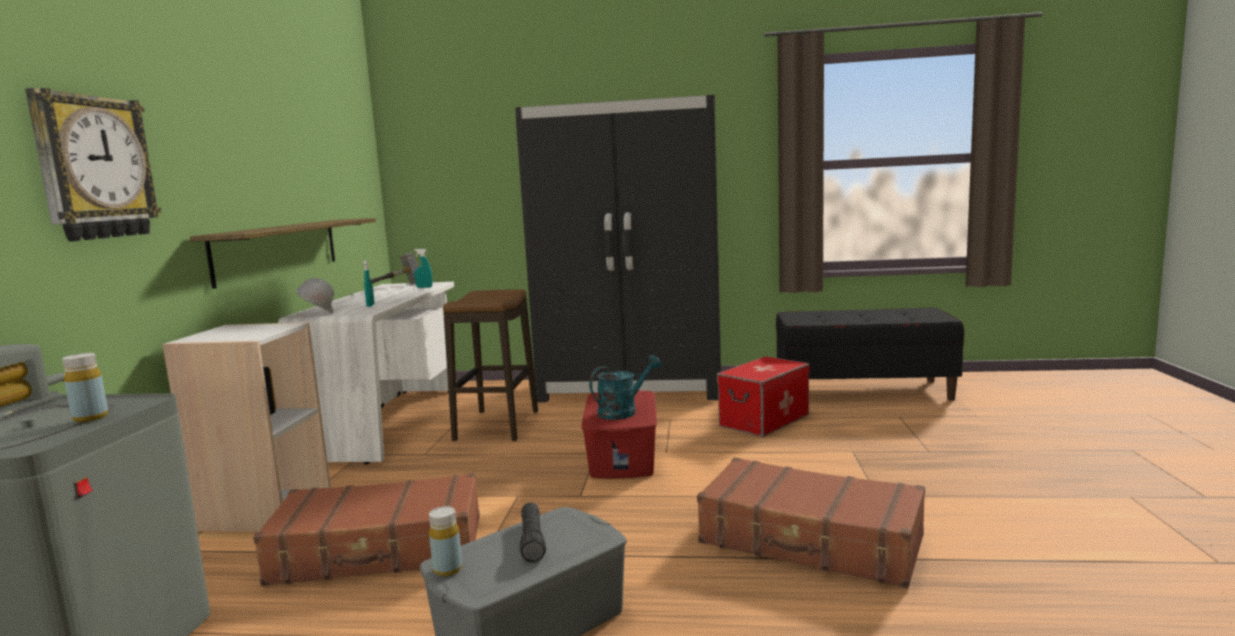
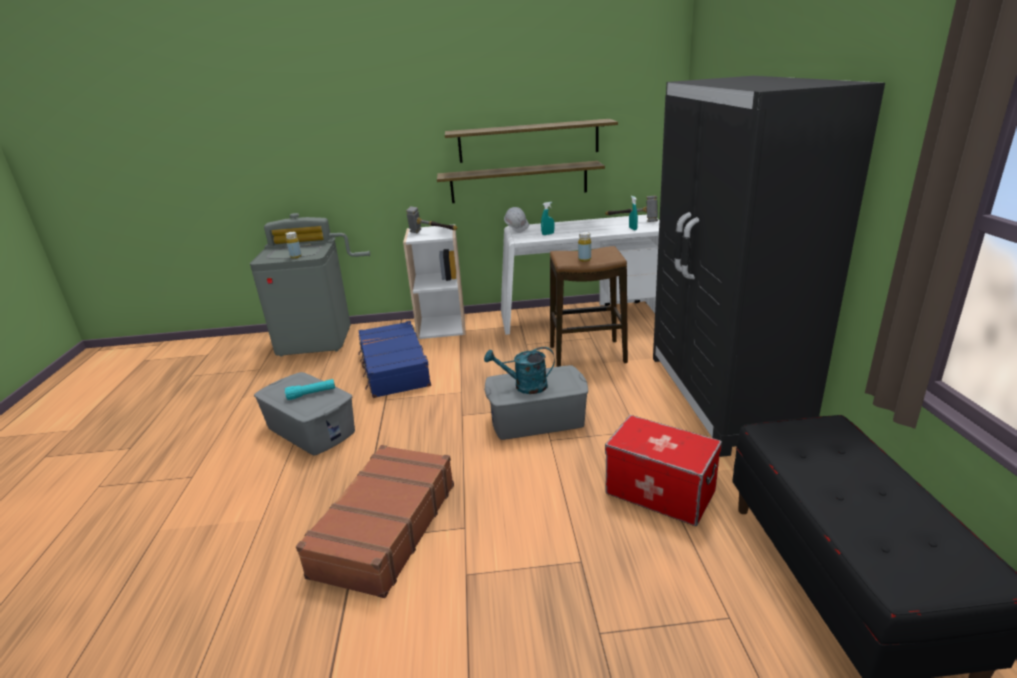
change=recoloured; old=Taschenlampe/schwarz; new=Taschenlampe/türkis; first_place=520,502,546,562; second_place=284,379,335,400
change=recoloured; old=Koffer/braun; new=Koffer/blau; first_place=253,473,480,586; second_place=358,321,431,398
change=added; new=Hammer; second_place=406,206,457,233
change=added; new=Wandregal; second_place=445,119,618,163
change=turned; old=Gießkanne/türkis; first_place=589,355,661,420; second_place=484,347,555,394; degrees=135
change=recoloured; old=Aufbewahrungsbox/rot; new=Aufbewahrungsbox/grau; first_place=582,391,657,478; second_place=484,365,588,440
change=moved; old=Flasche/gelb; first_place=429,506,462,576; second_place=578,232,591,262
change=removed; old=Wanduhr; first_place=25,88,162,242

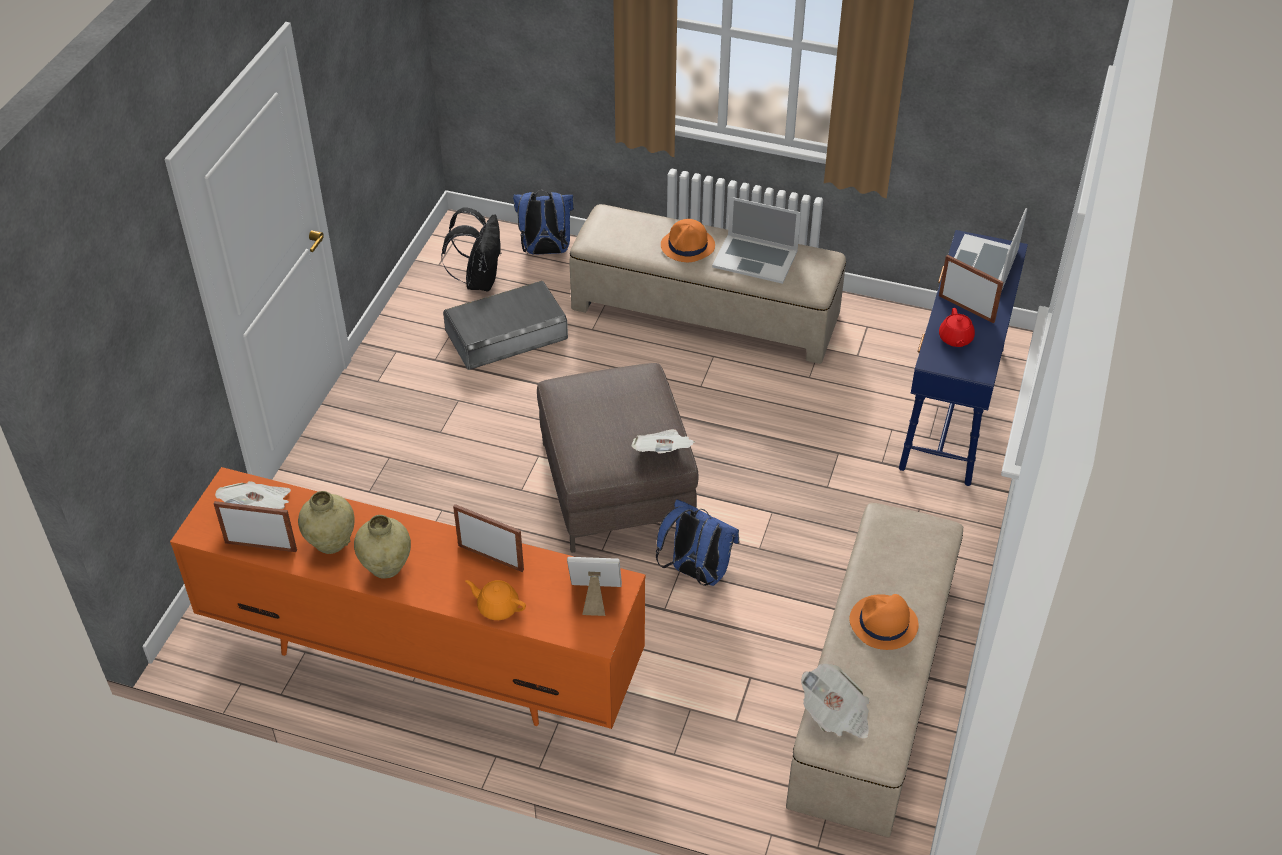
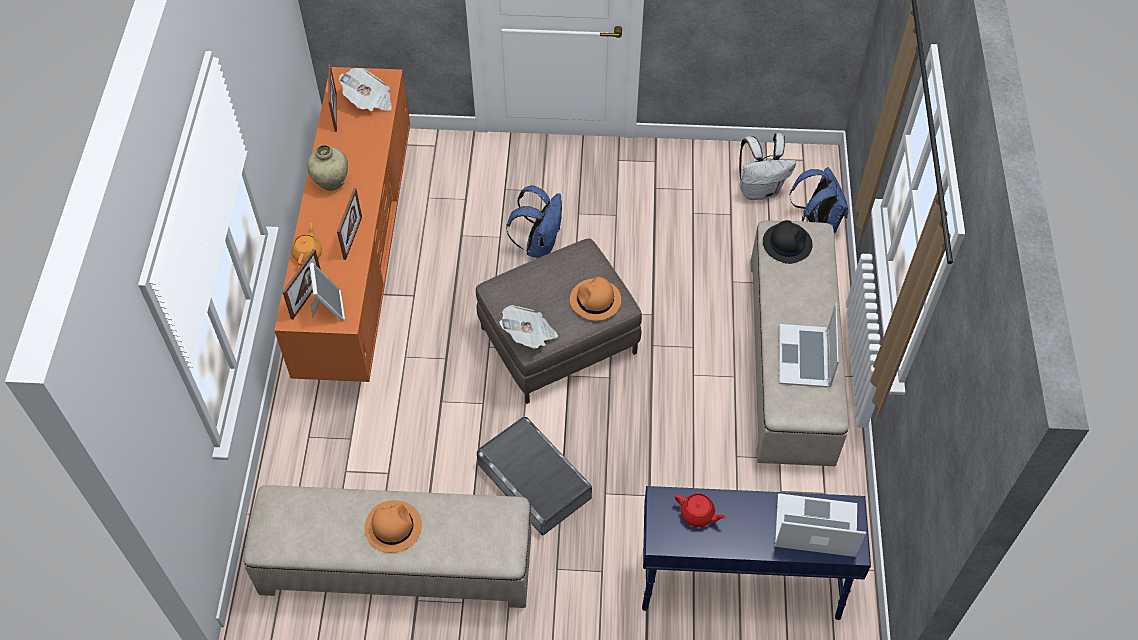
change=moved; old=Bilderrahmen; first_place=939,255,1003,323; second_place=283,249,321,320
change=moved; old=Aufbewahrungsbox/grau; first_place=443,281,568,370; second_place=477,417,592,536
change=moved; old=Rucksack/blau; first_place=656,499,739,586; second_place=506,185,562,258
change=moved; old=Hut/orange; first_place=661,219,715,262; second_place=570,277,621,321
change=turned; old=Teekanne/rot; first_place=939,308,975,347; second_place=675,493,726,527; degrees=-135
change=recoloured; old=Rucksack/schwarz; new=Rucksack/weiß; first_place=441,207,502,291; second_place=739,133,796,200
change=added; new=Hut/schwarz; second_place=763,220,813,264
change=removed; old=Vase/beige; first_place=298,491,355,554
change=removed; old=Zeitung; first_place=801,664,869,739

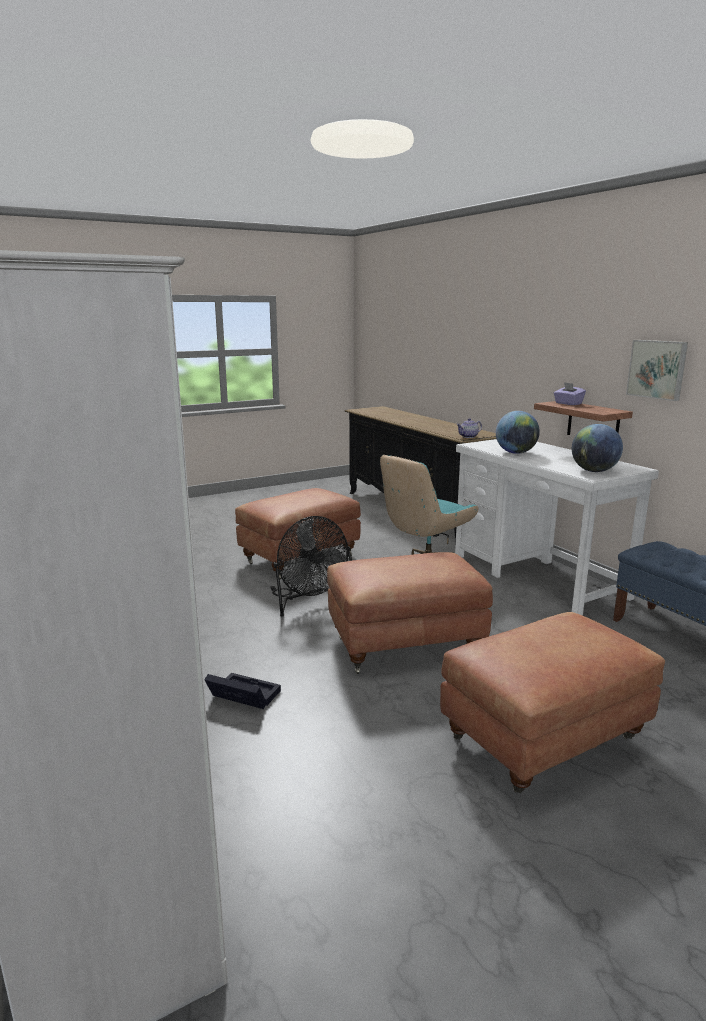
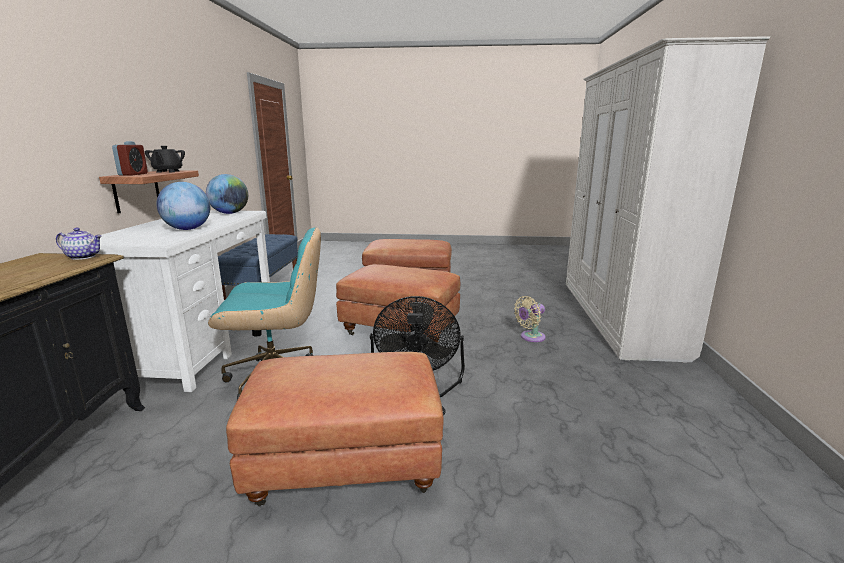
change=replaced; old=Taschentuchbox/lila; new=Wecker; first_place=554,382,586,405; second_place=112,141,148,176
change=added; new=Teekanne/schwarz; second_place=145,146,185,172
change=replaced; old=Aufbewahrungsbox/schwarz; new=Ventilator/beige; first_place=205,673,281,709; second_place=514,296,546,342
change=removed; old=Bild; first_place=626,340,688,401

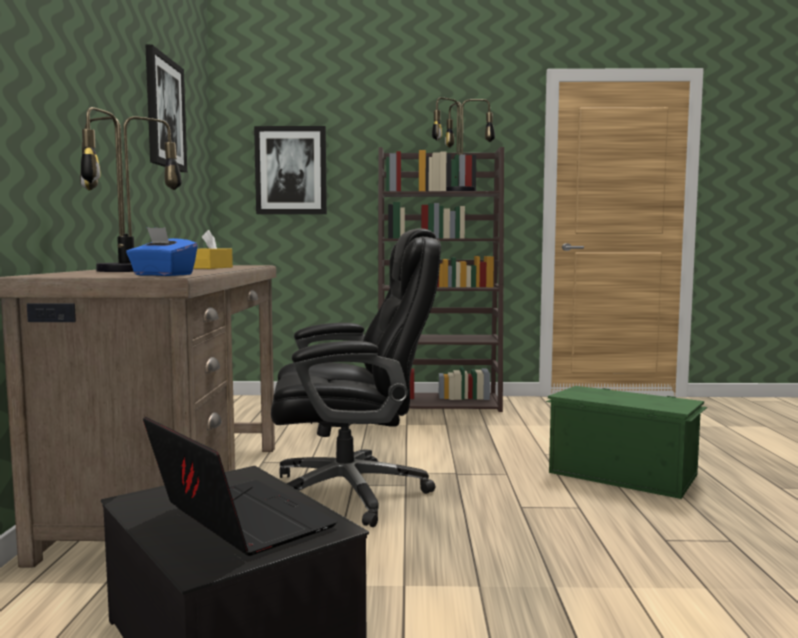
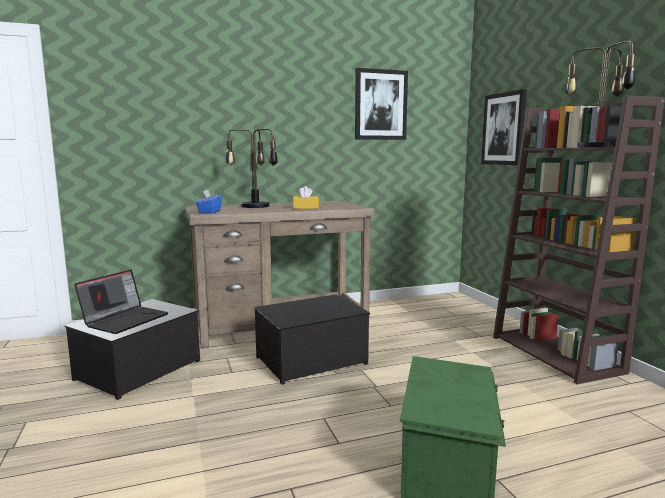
change=replaced; old=Bürostuhl/schwarz; new=Aufbewahrungsbox; first_place=271,228,441,527; second_place=254,295,370,385

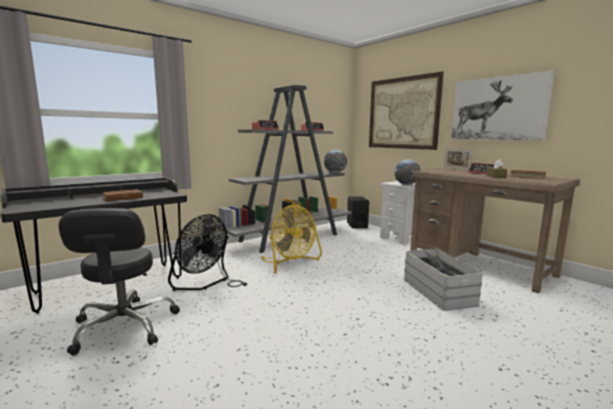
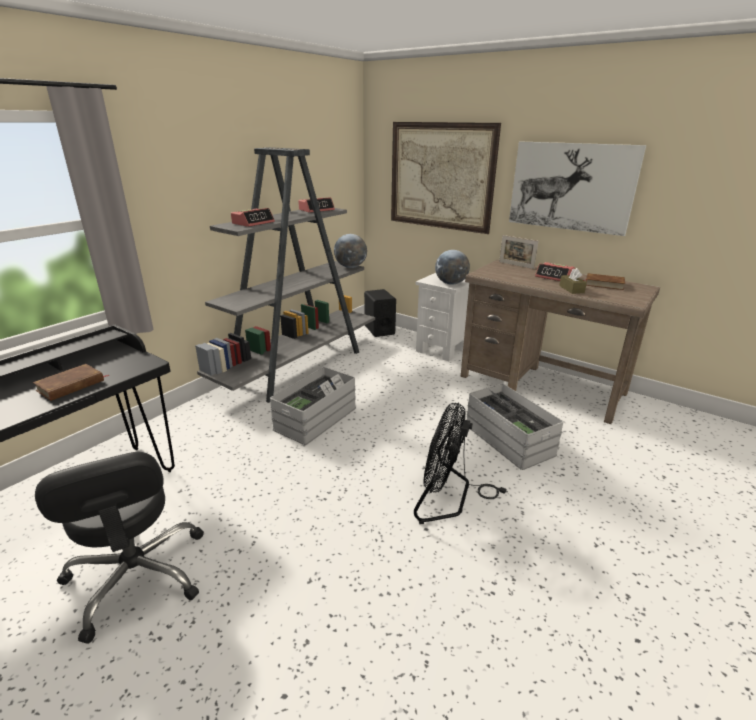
change=replaced; old=Ventilator/gelb; new=Aufbewahrungsbox/grau; first_place=261,205,322,274; second_place=270,367,356,445
change=moved; old=Ventilator/schwarz; first_place=168,214,247,291; second_place=414,402,507,524

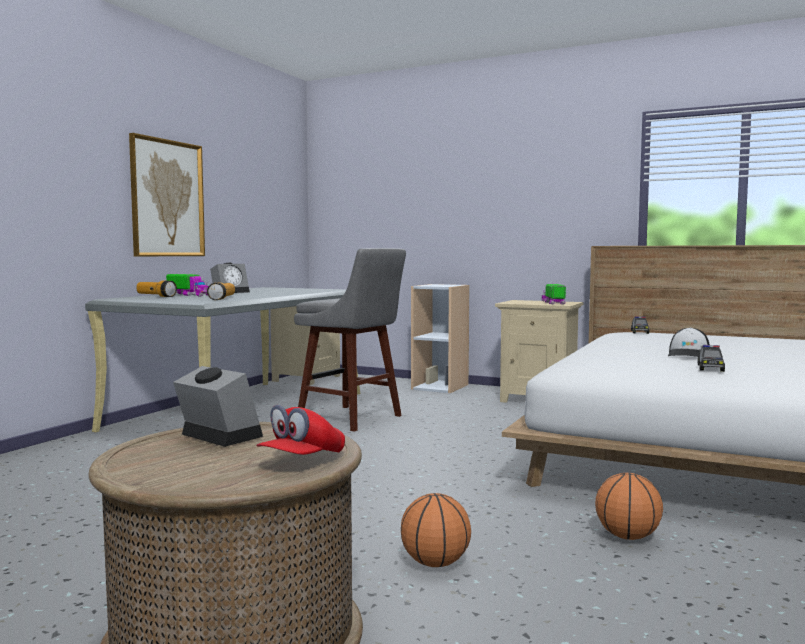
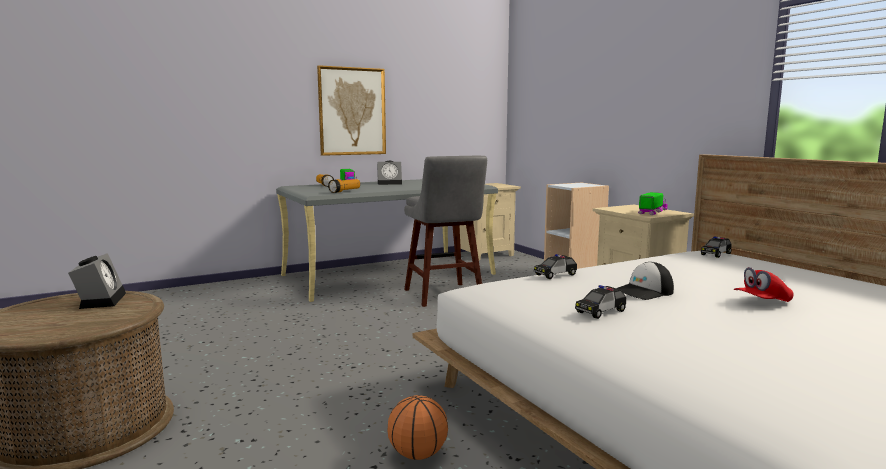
change=added; new=Spielzeugauto; second_place=534,254,577,279
change=moved; old=Kappe/rot; first_place=256,405,345,455; second_place=734,267,794,302
change=removed; old=Basketball; first_place=401,493,471,567

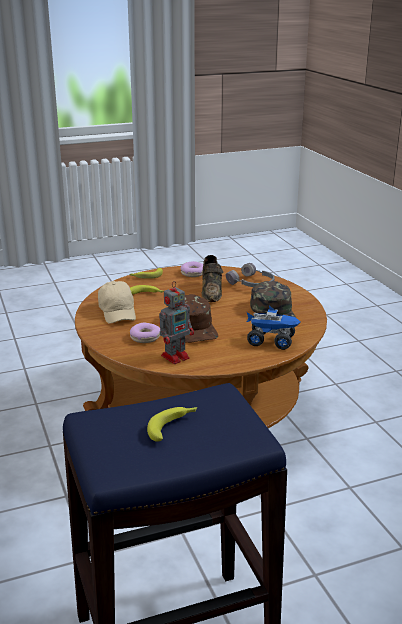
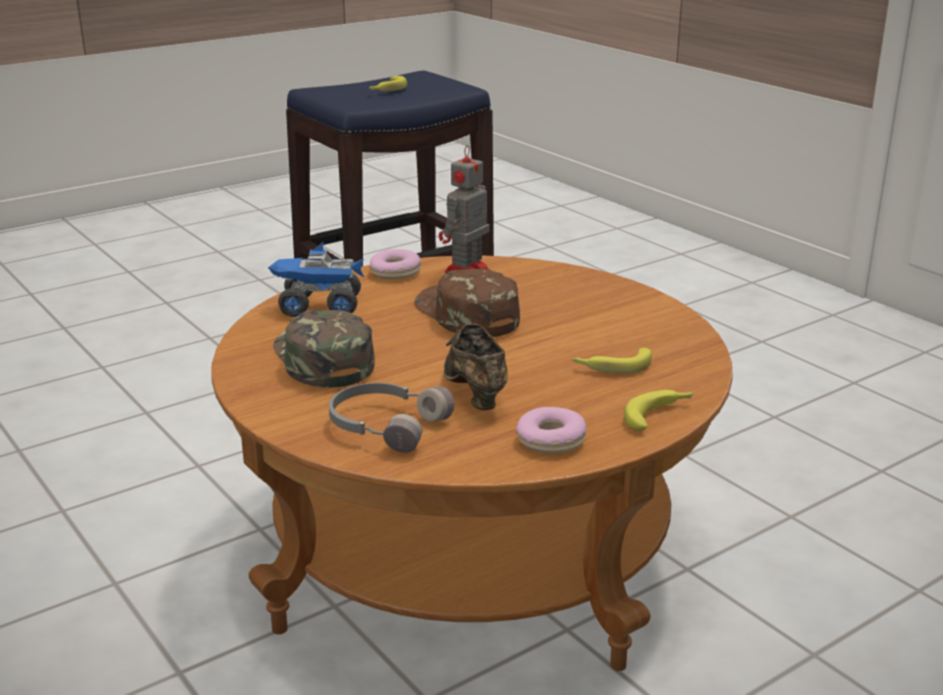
change=moved; old=Donut; first_place=130,322,160,343; second_place=370,249,421,280
change=removed; old=Kappe/beige; first_place=98,281,136,324

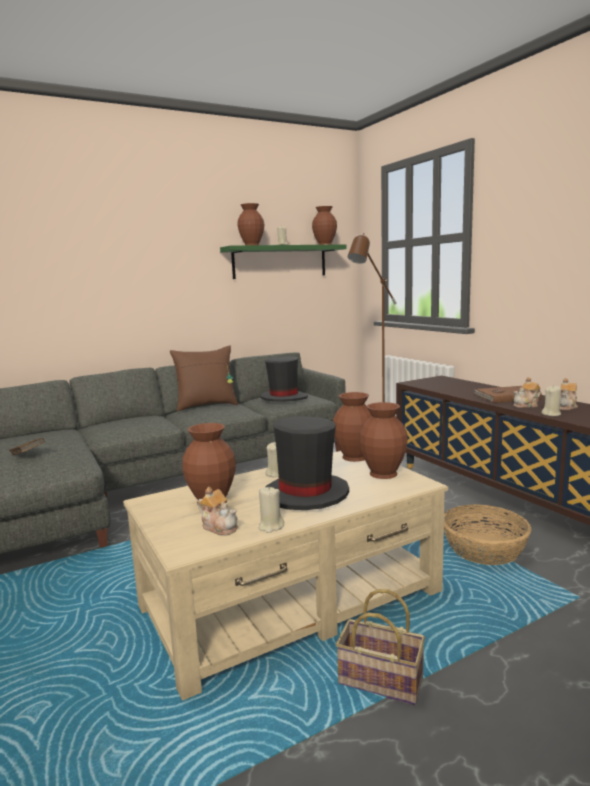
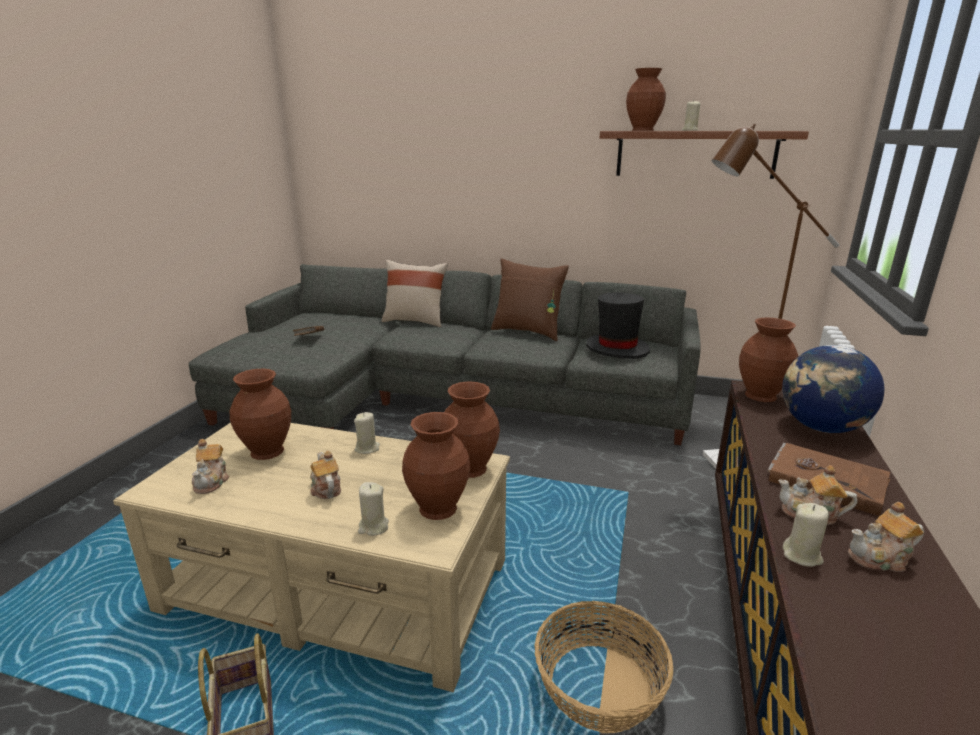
change=replaced; old=Hut/schwarz; new=Teekanne; first_place=266,417,349,510; second_place=310,451,341,499
change=moved; old=Kerze/beige; first_place=259,486,284,533; second_place=358,482,389,536
change=added; new=Kissen/beige; second_place=381,260,448,327
change=recoloured; old=Wandregal/grün; new=Wandregal/braun; first_place=220,244,346,279; second_place=600,131,809,179
change=moved; old=Vase/braun; first_place=312,206,337,245; second_place=739,317,798,402
change=added; new=Globus; second_place=782,345,885,433

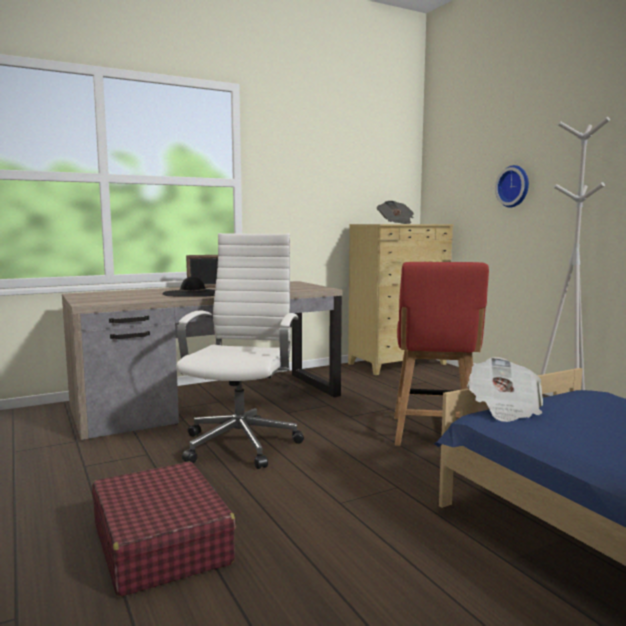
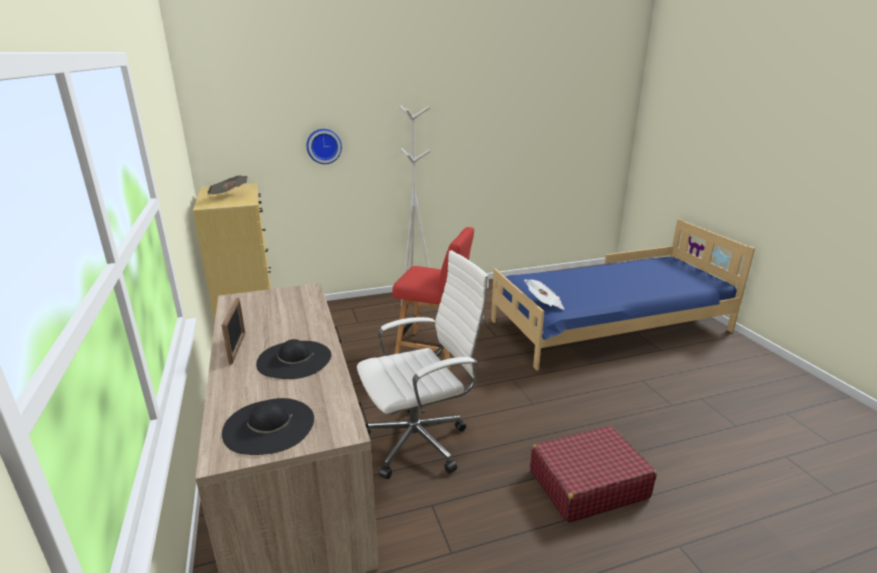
change=added; new=Hut/schwarz; second_place=222,398,314,455
change=turned; old=Bürostuhl/weiß; first_place=176,233,304,469; second_place=357,250,489,479; degrees=135

